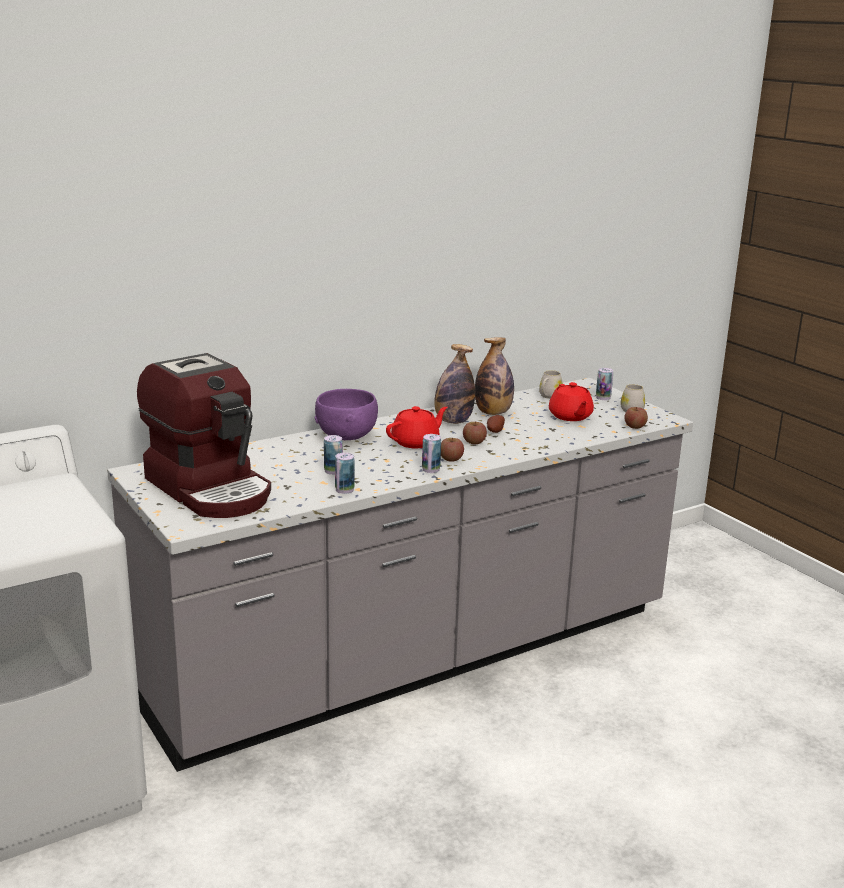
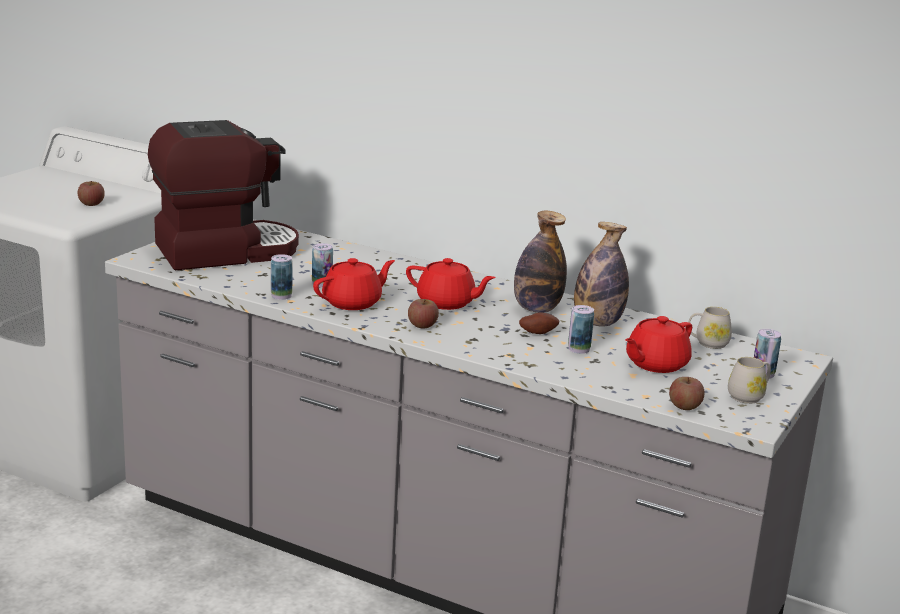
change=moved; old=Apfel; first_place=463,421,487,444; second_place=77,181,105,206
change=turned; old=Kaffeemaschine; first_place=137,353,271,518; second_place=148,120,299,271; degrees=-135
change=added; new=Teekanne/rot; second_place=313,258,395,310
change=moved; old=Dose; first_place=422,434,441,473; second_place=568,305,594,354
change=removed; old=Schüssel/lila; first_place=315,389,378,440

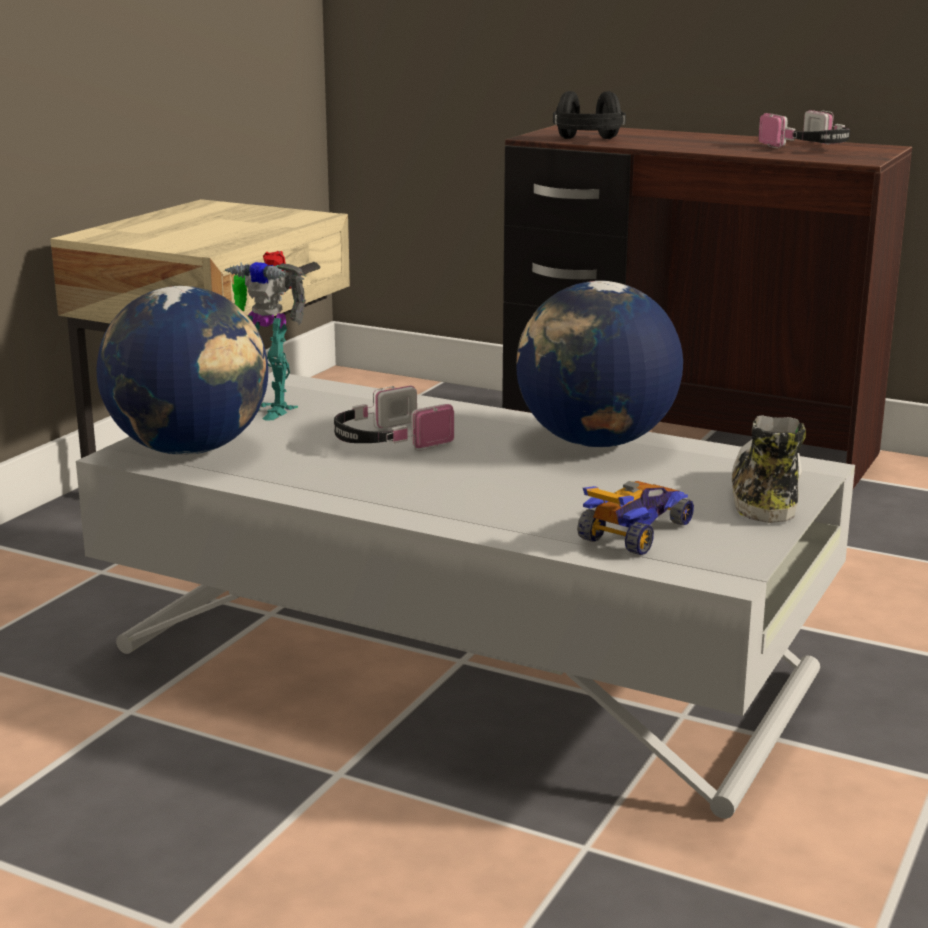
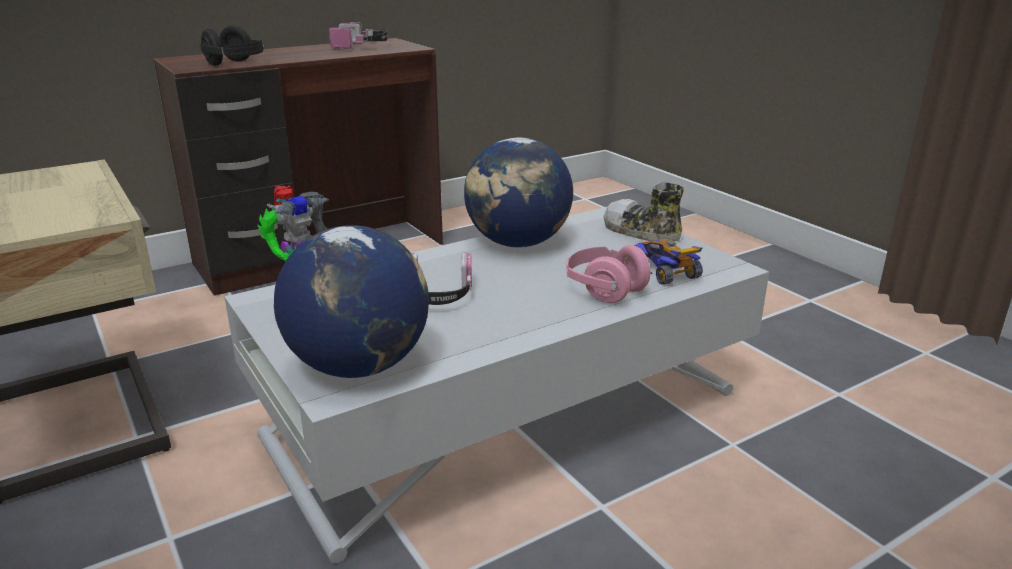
change=added; new=Kopfhörer/rosa; second_place=566,245,652,303

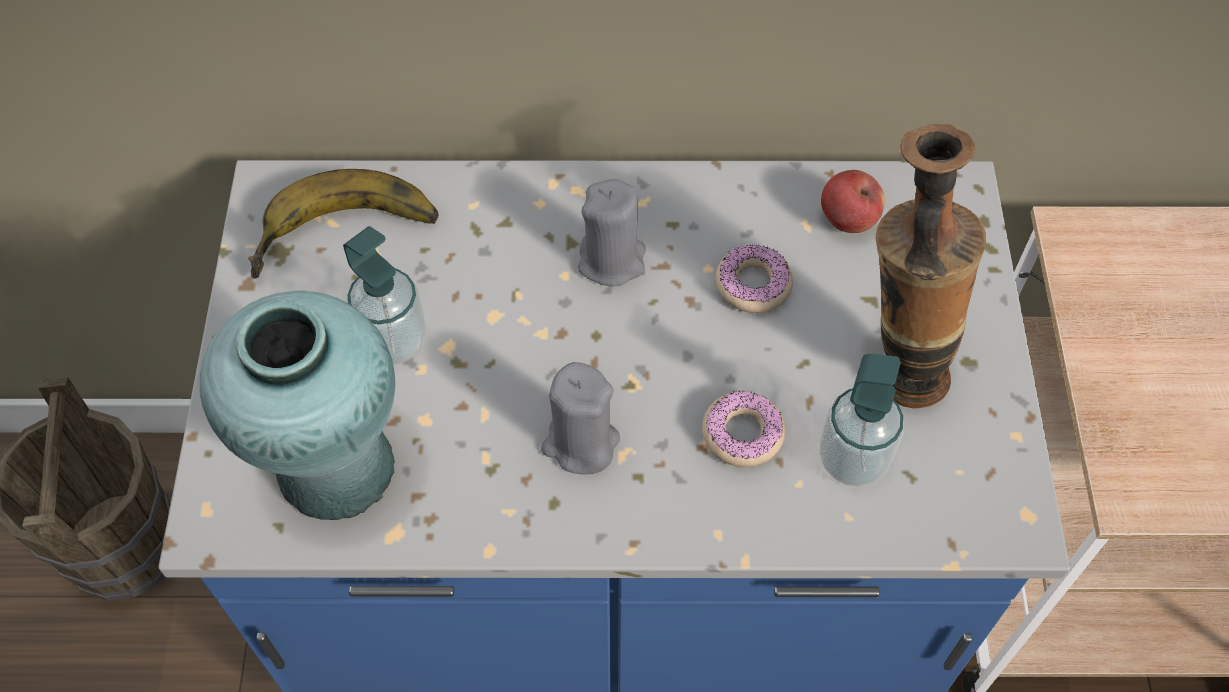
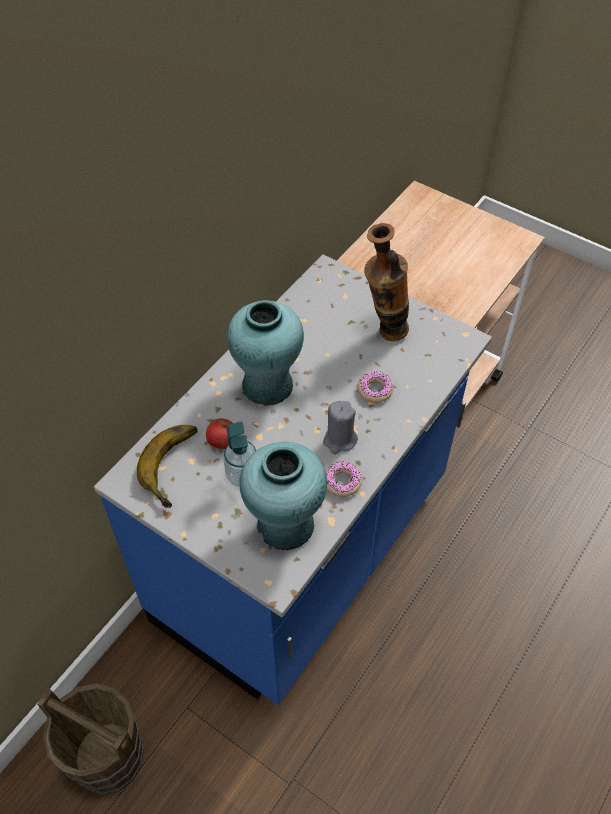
change=moved; old=Apfel; first_place=821,170,885,233; second_place=206,418,234,449
change=replaced; old=Kerze/grau; new=Vase/türkis; first_place=578,179,646,286; second_place=226,300,304,406
change=moved; old=Donut; first_place=716,244,793,313; second_place=326,461,362,497
change=removed; old=Seifenspender; first_place=819,354,904,486

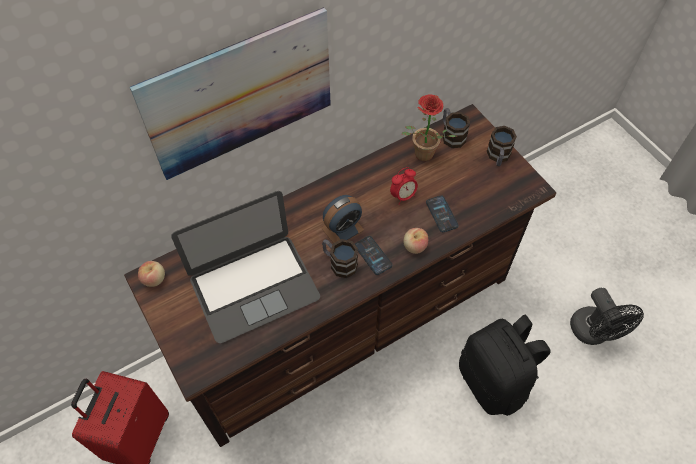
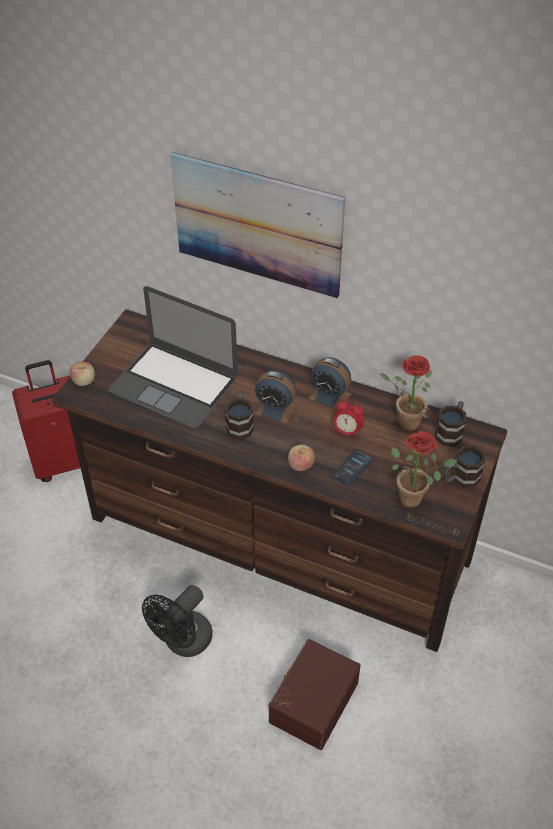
change=moved; old=Apfel; first_place=138,261,165,287; second_place=70,361,95,386
change=moved; old=Ventilator/schwarz; first_place=570,288,644,345; second_place=142,585,213,657
change=replaced; old=Rucksack/schwarz; new=Aufbewahrungsbox/braun; first_place=459,315,551,416; second_place=269,639,360,750
change=added; new=Wecker; second_place=308,357,351,410
change=added; new=Topfpflanze; second_place=391,431,457,508
change=removed; old=Handy; first_place=355,236,392,275

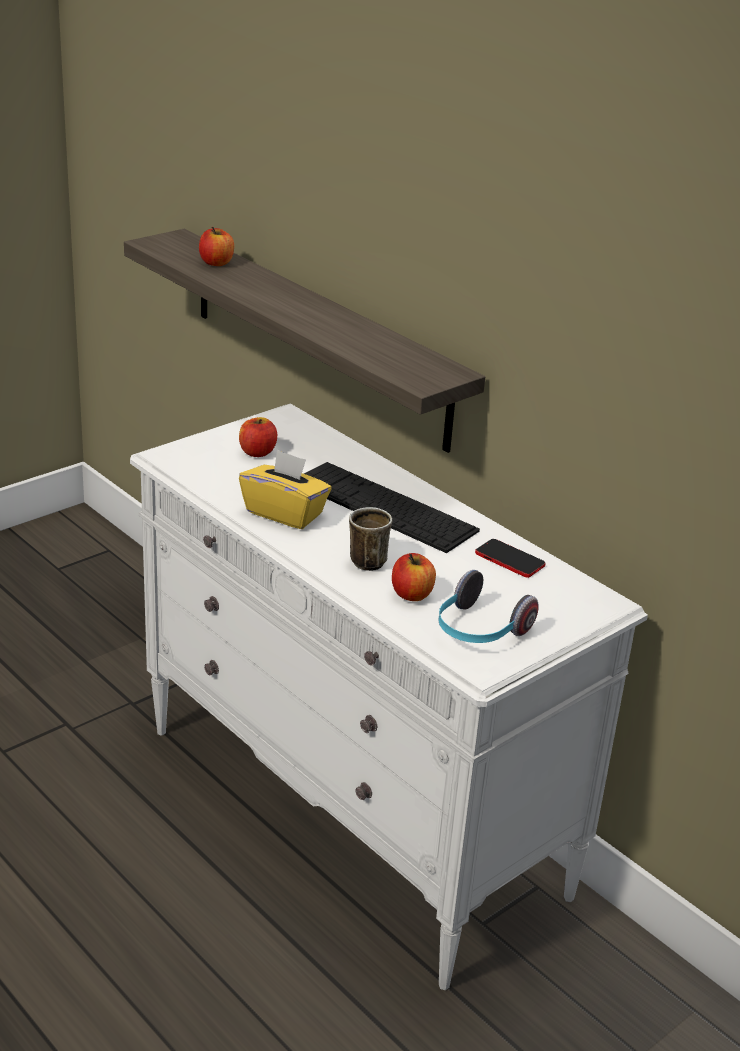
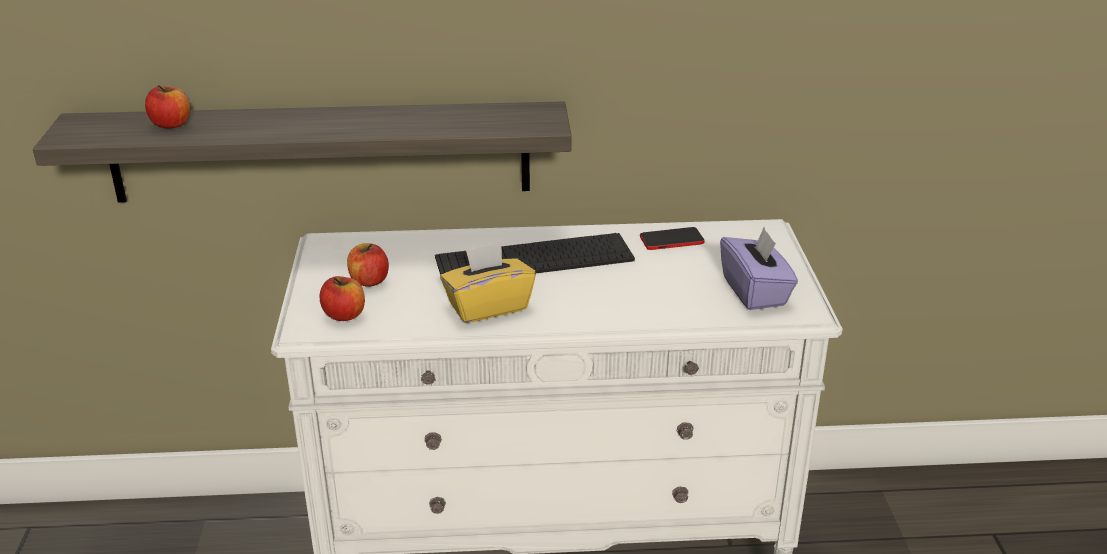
change=moved; old=Apfel; first_place=392,553,436,601; second_place=320,276,365,321
change=replaced; old=Kopfhörer; new=Taschentuchbox/lila; first_place=438,570,539,643; second_place=720,227,798,310
change=removed; old=Henkelbecher; first_place=349,507,392,571

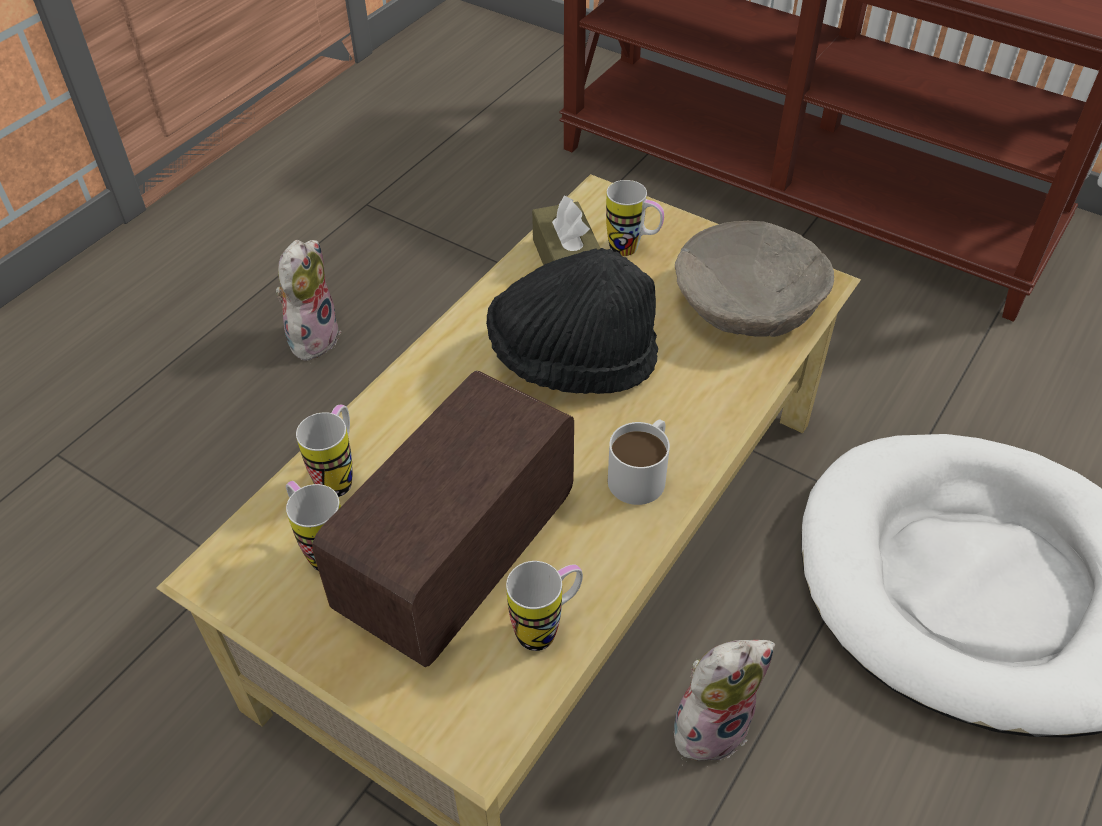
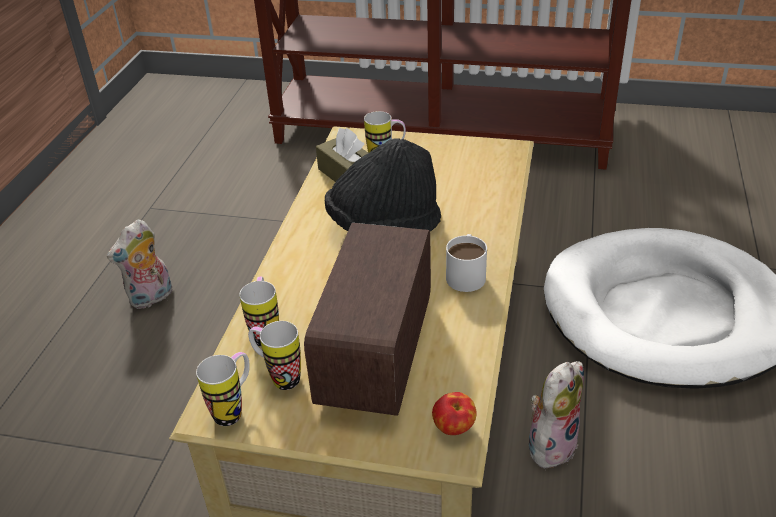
change=turned; old=Plüschtier; first_place=276,240,341,364; second_place=107,219,172,309; degrees=-135
change=moved; old=Henkelbecher; first_place=506,561,583,651; second_place=196,352,250,426
change=added; new=Apfel; second_place=432,392,477,435
change=removed; old=Schüssel/beige; first_place=675,221,834,337

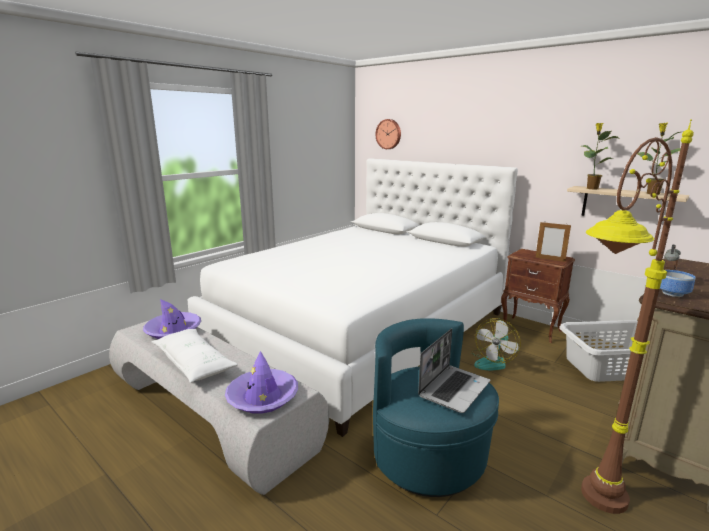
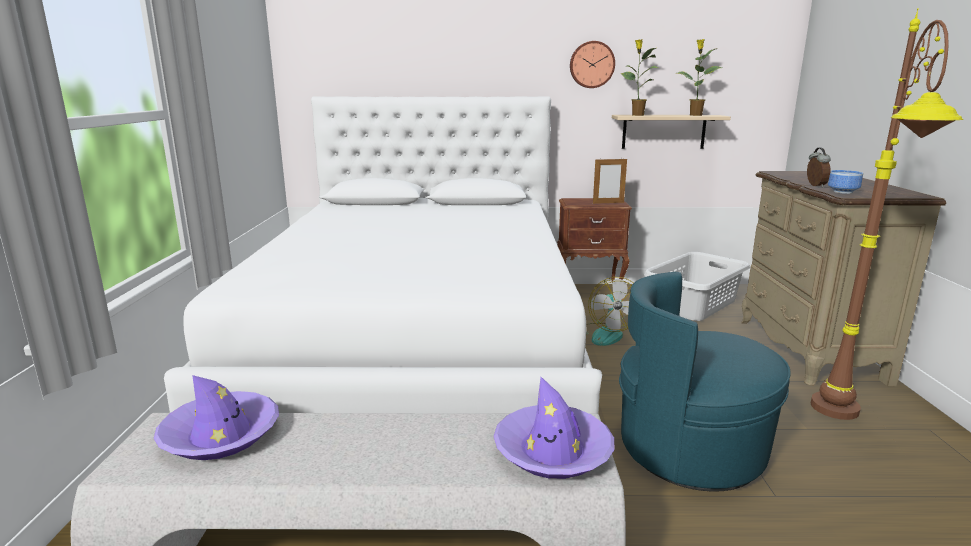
change=moved; old=Wanduhr; first_place=375,119,401,149; second_place=570,41,615,88
change=removed; old=Kissen/weiß; first_place=152,329,238,383
change=removed; old=Laptop; first_place=418,328,490,413

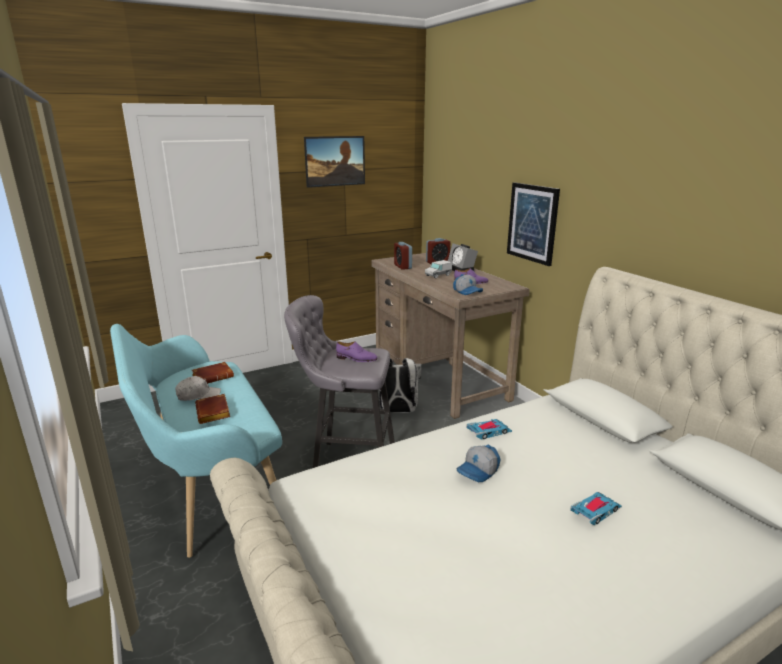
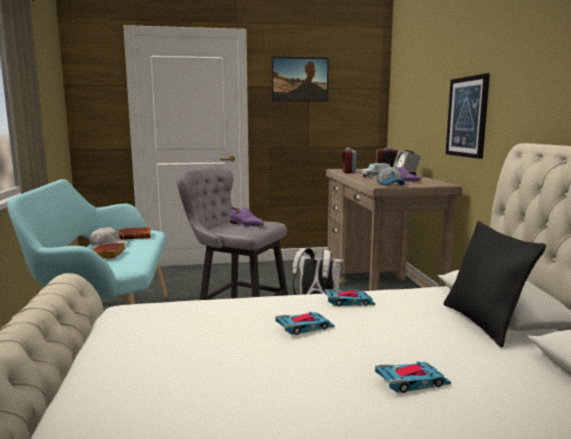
change=replaced; old=Kappe; new=Spielzeugauto; first_place=456,445,501,482; second_place=275,312,334,335
change=added; new=Kissen/schwarz; second_place=444,221,546,348

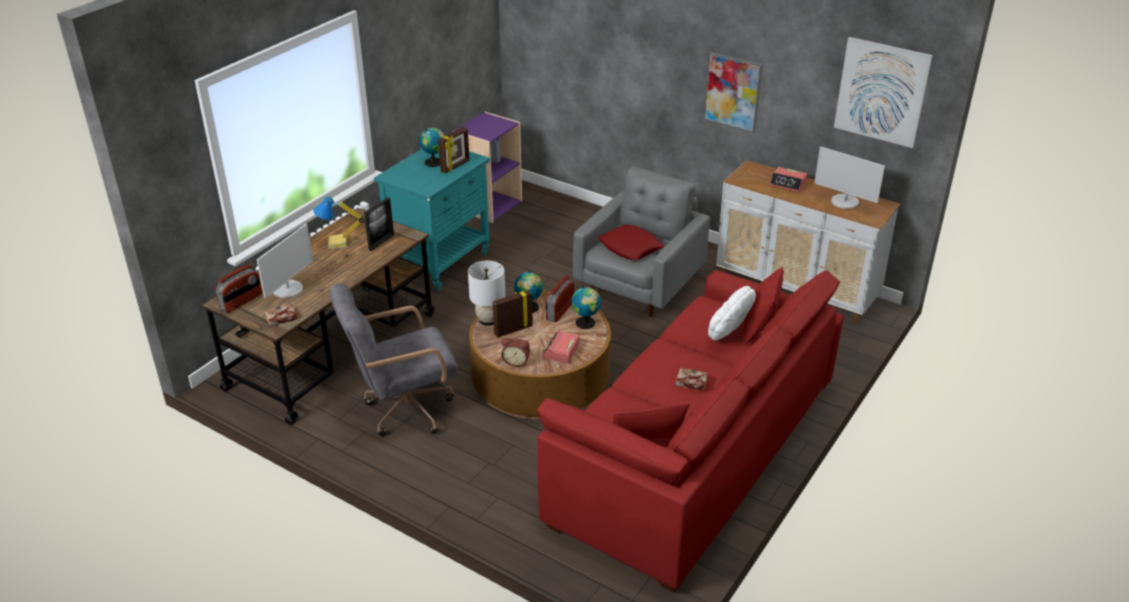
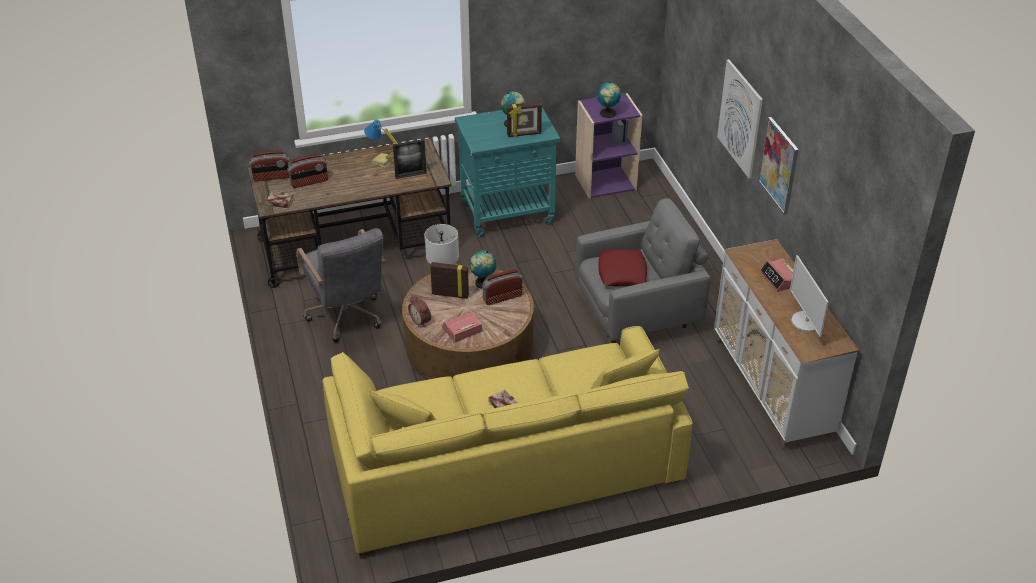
change=replaced; old=Monitor; new=Radio; first_place=257,224,313,298; second_place=287,154,328,188
change=turned; old=Bürostuhl/grau; first_place=329,283,458,436; second_place=297,228,385,342; degrees=-135
change=recoloured; old=Sofa/rot; new=Sofa/gelb; first_place=537,267,844,592; second_place=322,326,693,556
change=moved; old=Globus; first_place=571,286,601,329; second_place=597,81,621,118
change=moved; old=Bild; first_place=834,37,933,148; second_place=717,59,763,179
change=removed; old=Kissen/weiß; first_place=708,286,756,341

